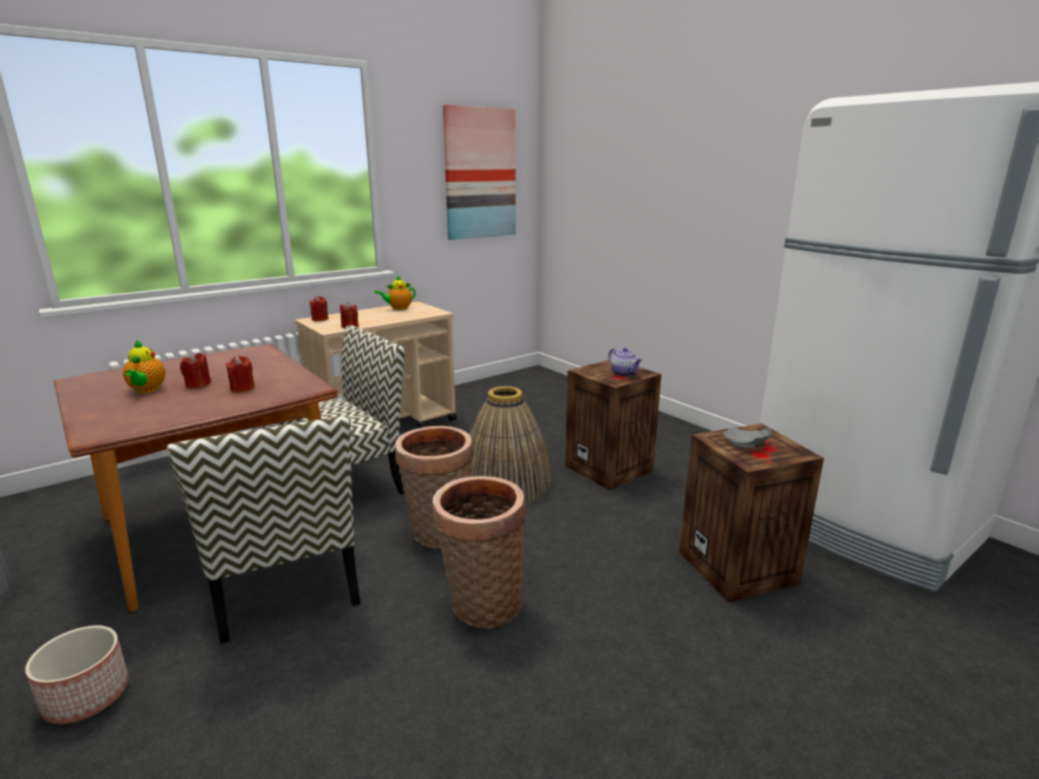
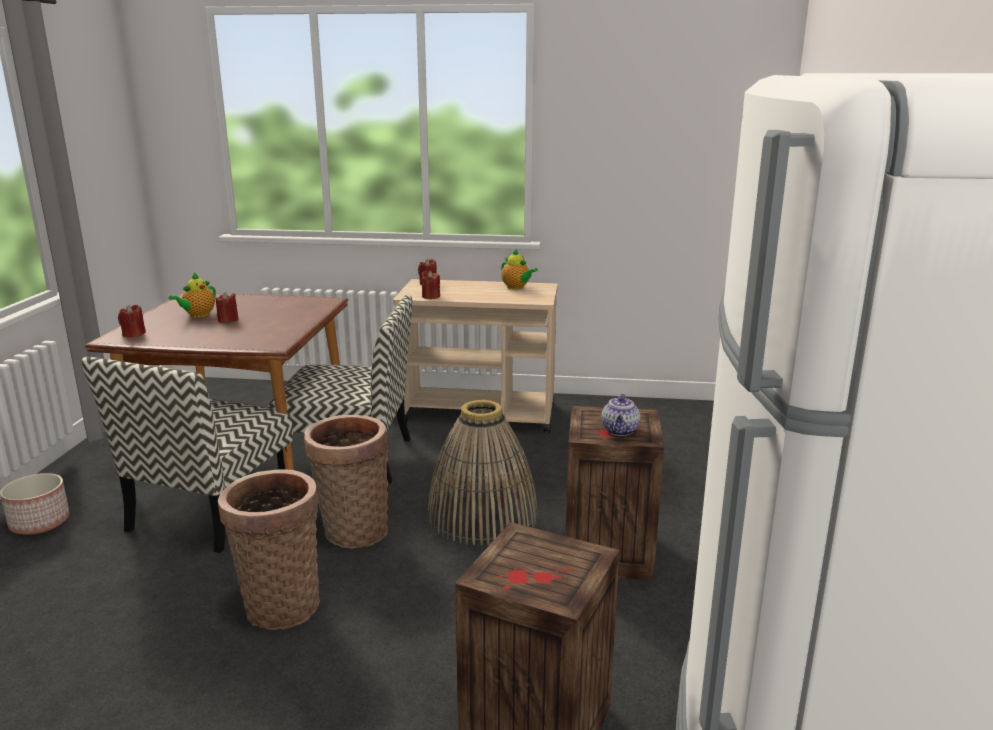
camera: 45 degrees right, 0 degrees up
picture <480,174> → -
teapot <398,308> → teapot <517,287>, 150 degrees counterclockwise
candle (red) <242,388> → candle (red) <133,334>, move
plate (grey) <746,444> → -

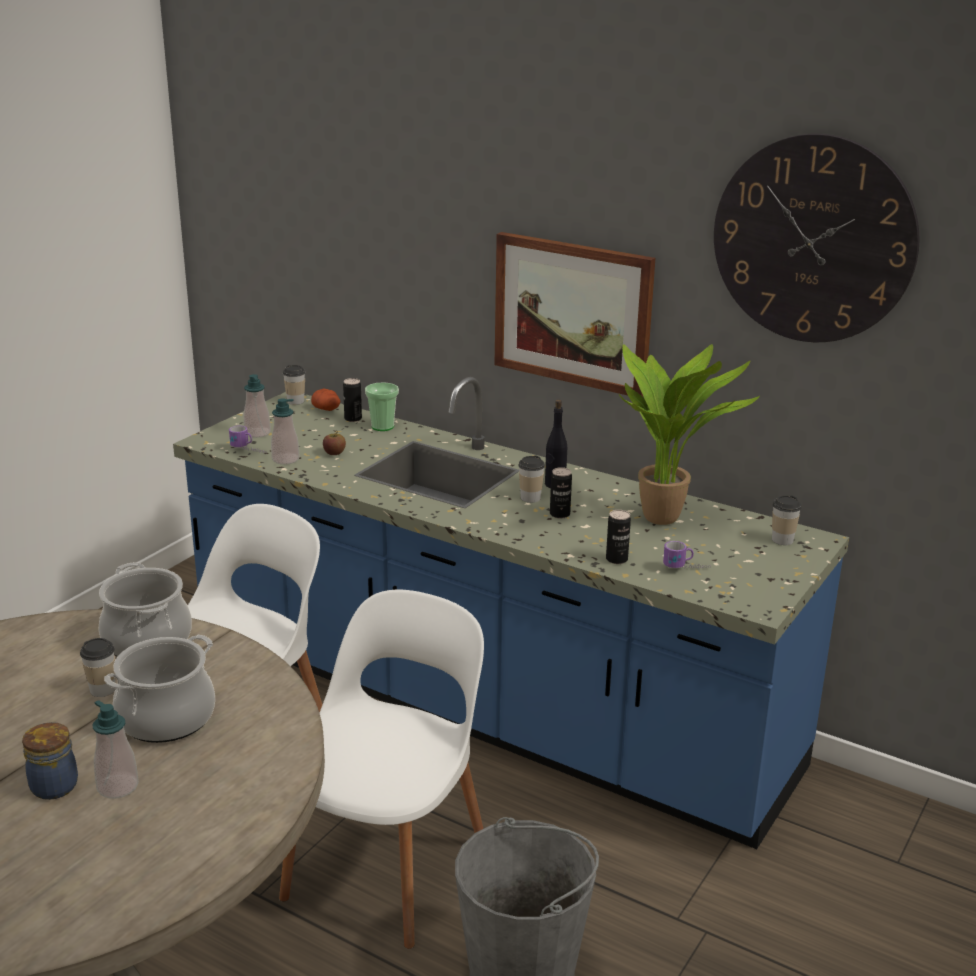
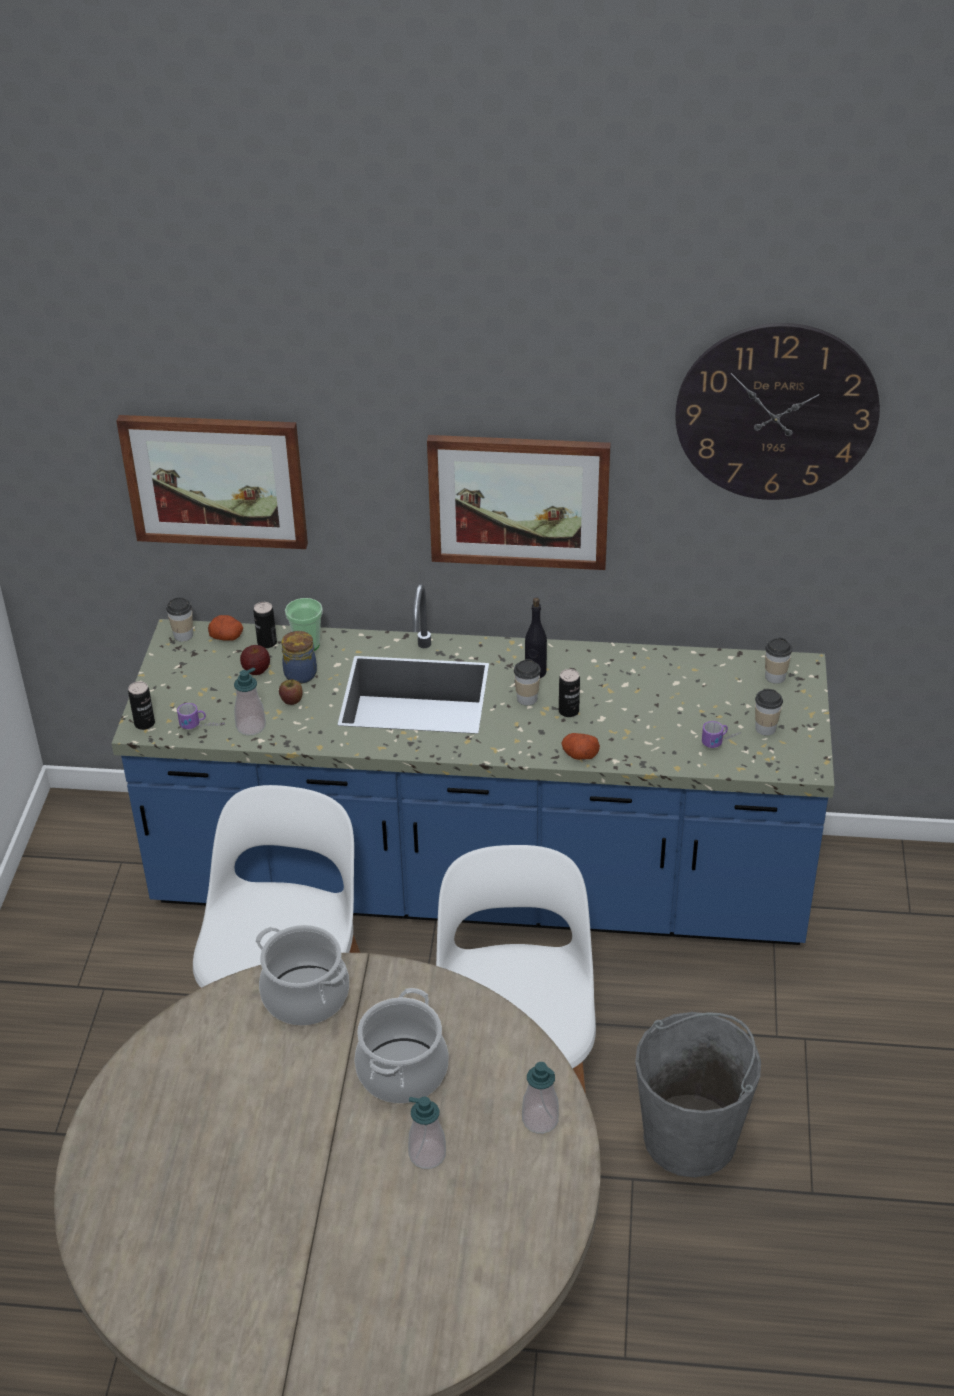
camera: 25 degrees left, 15 degrees up
potted plant <667,518> → -
soap dispenser <257,433> → soap dispenser <540,1120>, move
can <616,559> → can <144,723>, move
cup <102,689> → cup <765,728>, move
jar <55,785> → jar <299,673>, move
- → picture <215,480>
- → apple <256,671>
- → potato <579,754>

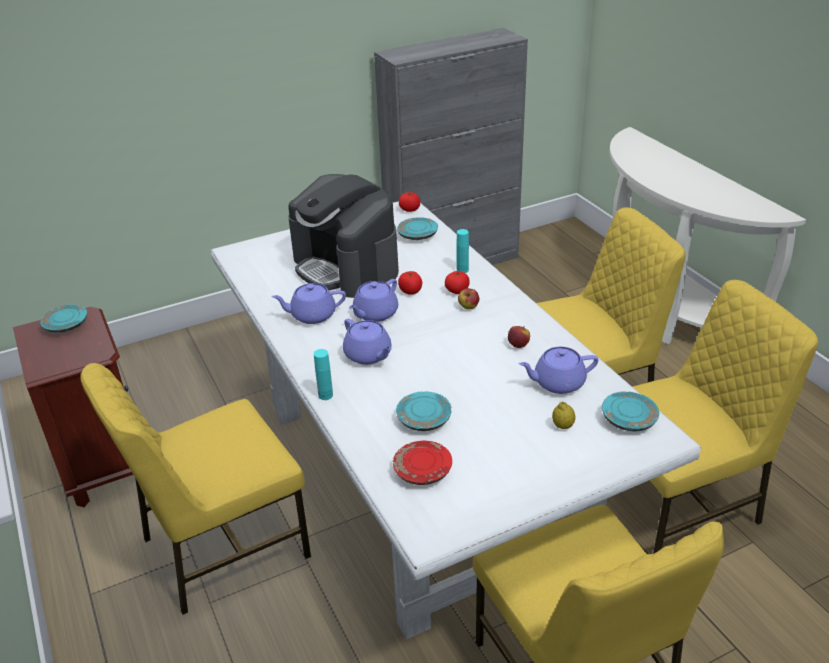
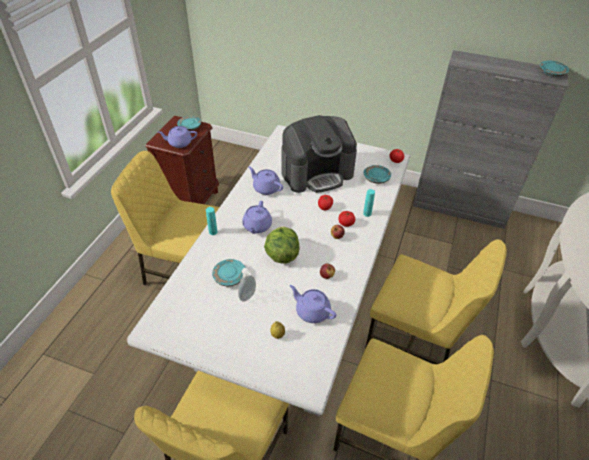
camera: 45 degrees right, 10 degrees up
coffee machine <346,267> → coffee machine <317,173>, 120 degrees counterclockwise
teapot (purple) <375,314> → teapot (purple) <179,143>, move
plate (turquoise) <629,419> → plate (turquoise) <552,73>, move
plate (red) <422,471> → -
- → lettuce <282,255>
- → soap dispenser <248,297>

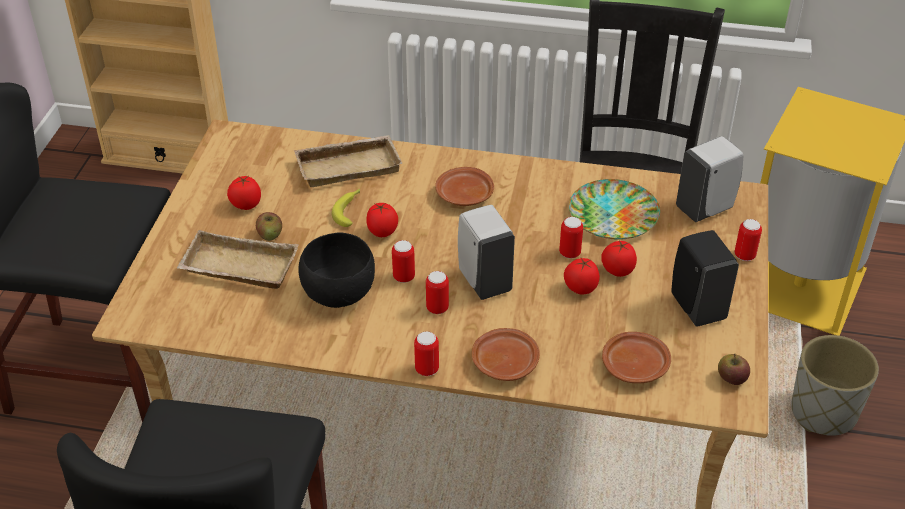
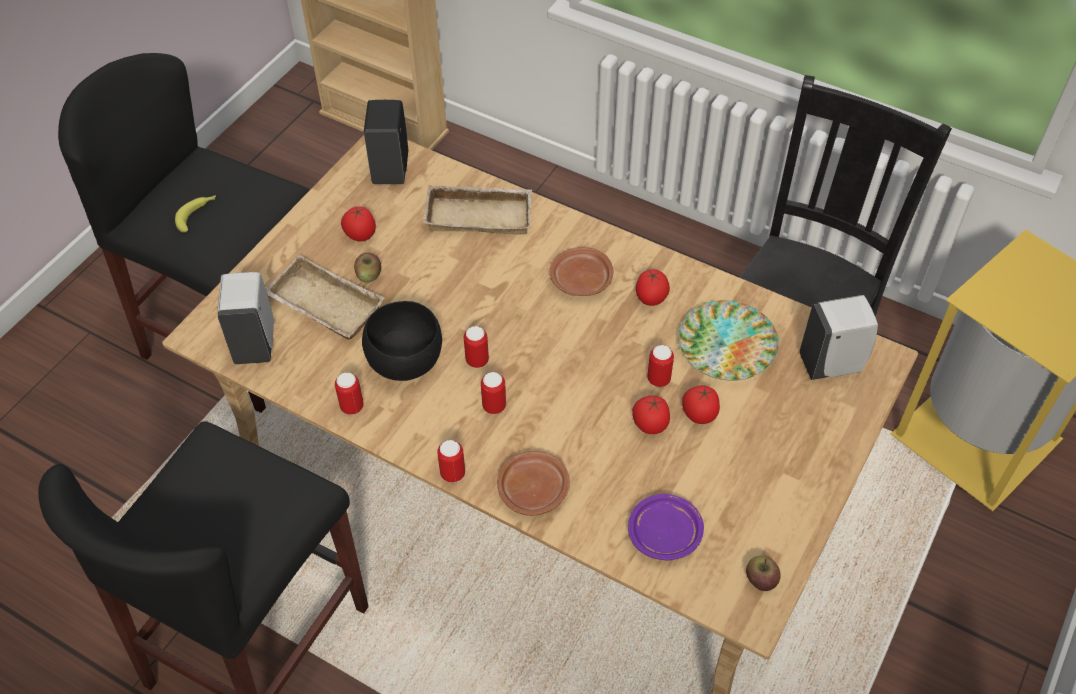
camera: 20 degrees right, 10 degrees up
banana <349,210> → banana <197,215>, move
tomato <382,233> → tomato <650,299>, move
soap dispenser (white) <483,280> → soap dispenser (white) <255,342>, move
can <744,255> → can <352,406>, move
soap dispenser (black) <696,306> → soap dispenser (black) <390,168>, move
plate (brown) <635,365> → plate (purple) <665,533>
planter (grey) <823,412> → -

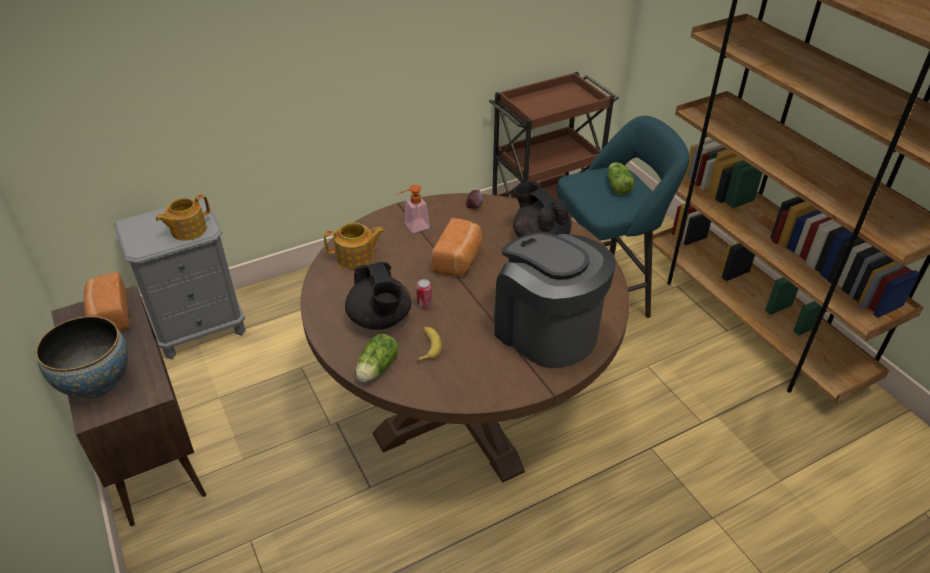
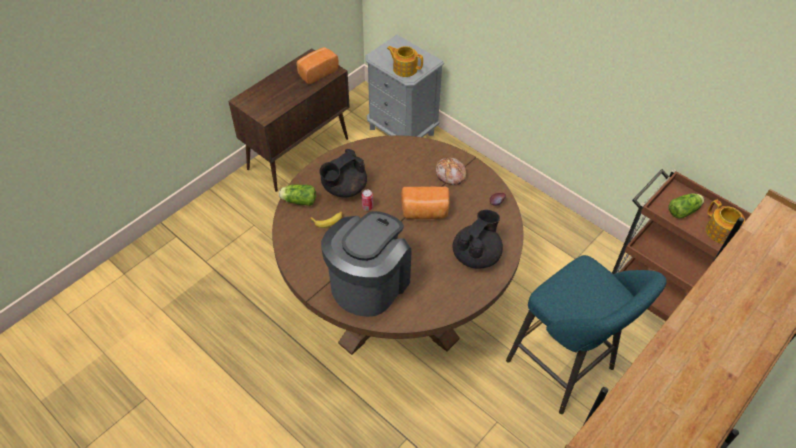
camera: 70 degrees right, 10 degrees up
lettuce <617,186> → lettuce <684,210>, move
soap dispenser <413,227> → bread <450,175>
teapot <356,257> → teapot <721,232>, move
bowl <97,383> → -

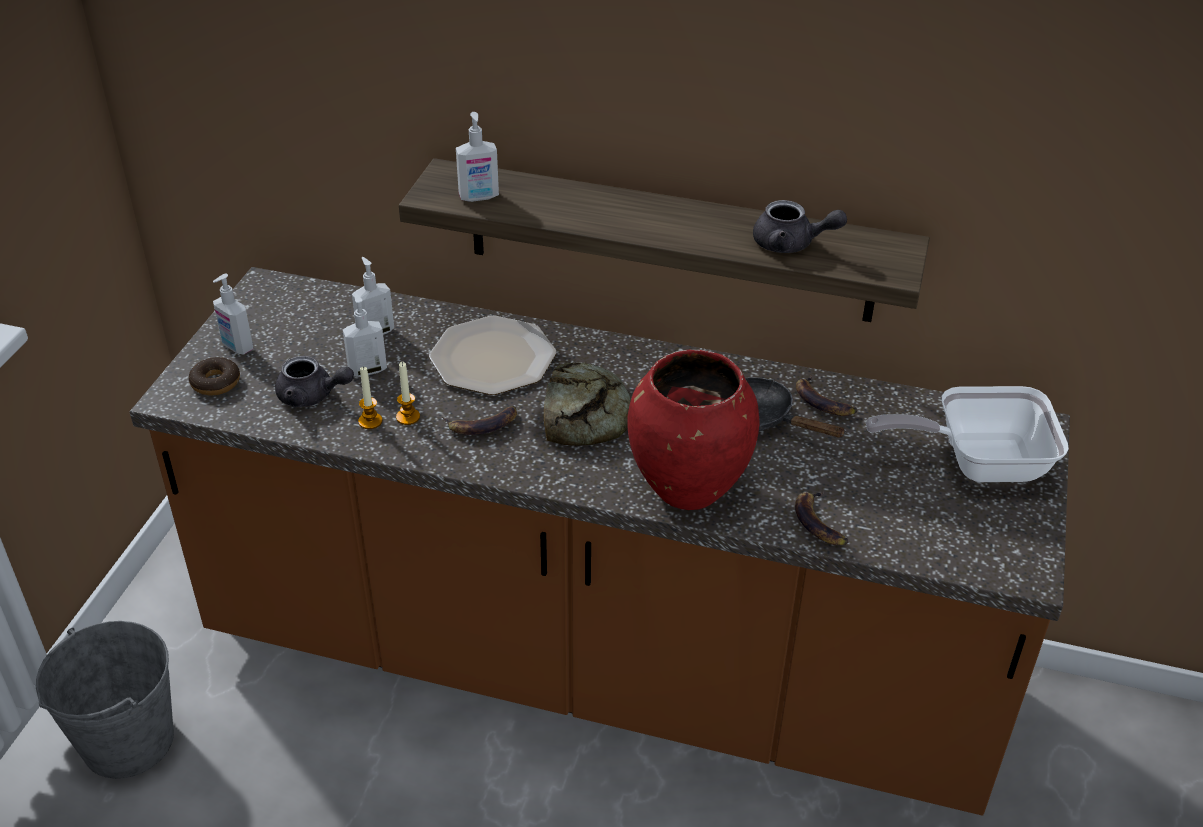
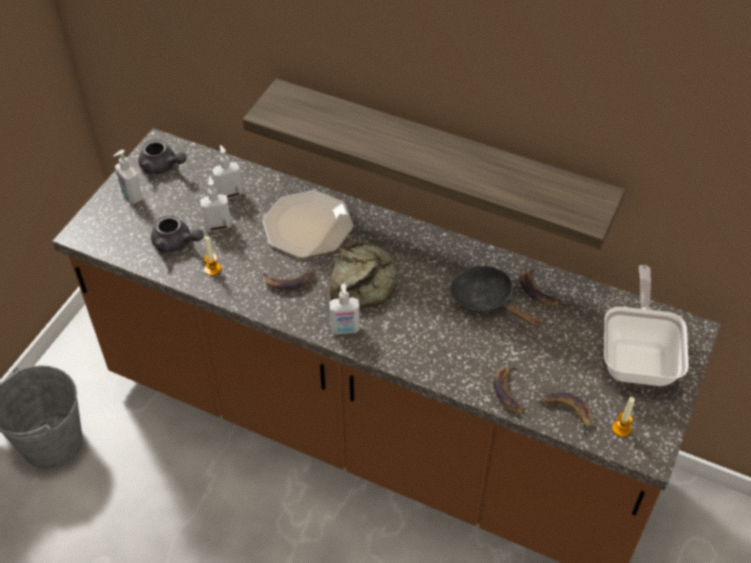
camera: 10 degrees right, 10 degrees up
soap dispenser <479,197> → soap dispenser <345,329>, move
teapot (grey) <791,244> → teapot (grey) <162,166>, move
vase (red) <686,489> → -
donut <215,383> → -
candle <408,417> → candle <621,428>, move
frying pan <977,462> → frying pan <638,356>, 90 degrees clockwise
- → banana <566,412>

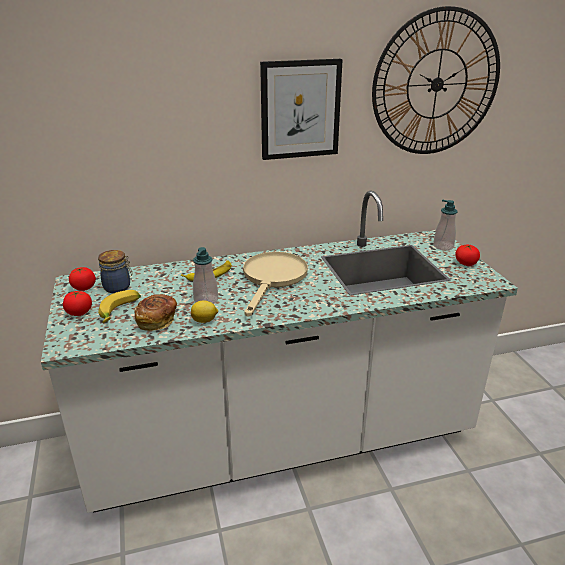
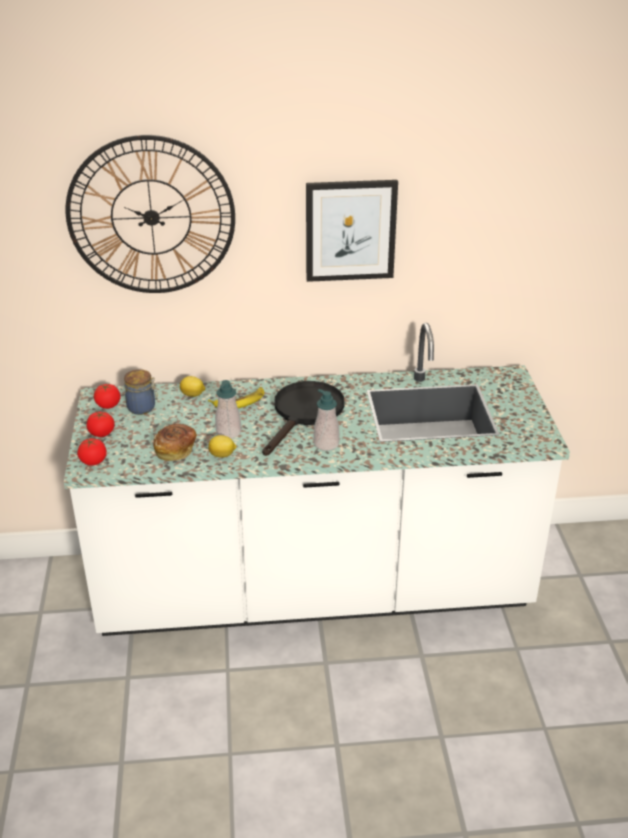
camera: 10 degrees right, 5 degrees up
wall clock <436,84> → wall clock <151,217>, move
soap dispenser <443,246> → soap dispenser <326,444>, move
tomato <466,263> → tomato <93,461>, move
frying pan (beige) <273,279> → frying pan (black) <304,413>
banana <120,312> → -
- → lemon <193,395>

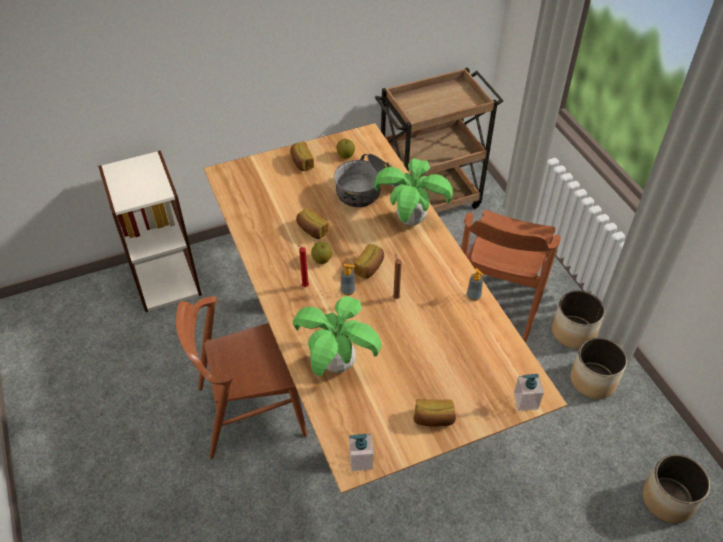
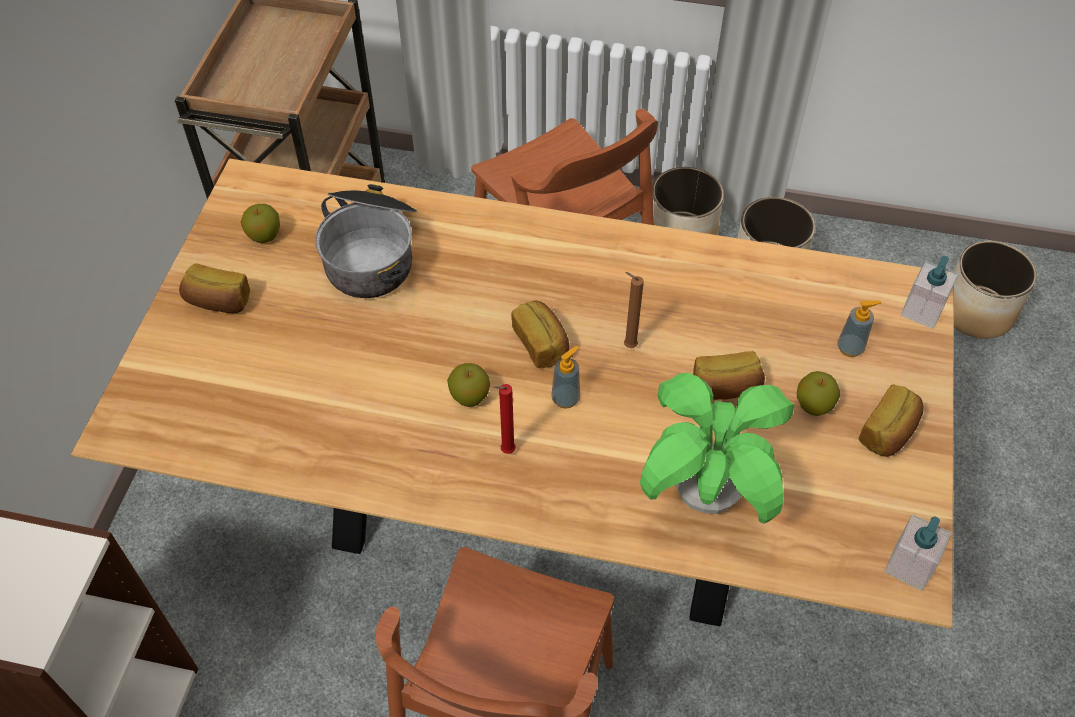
camera: 55 degrees left, 5 degrees up
potted plant <411,220> → -
bread <312,230> → bread <725,388>, move
soap dispenser <473,296> → soap dispenser <850,348>, move
- → apple <814,405>

